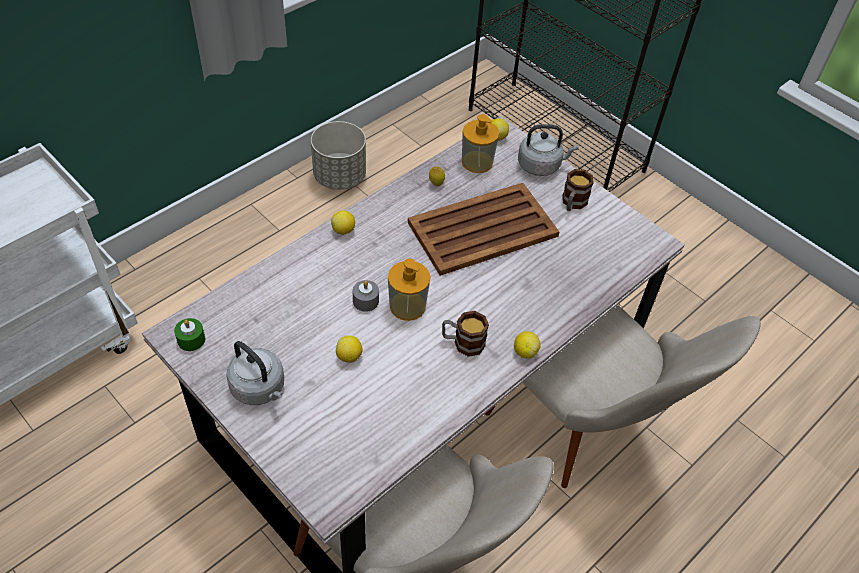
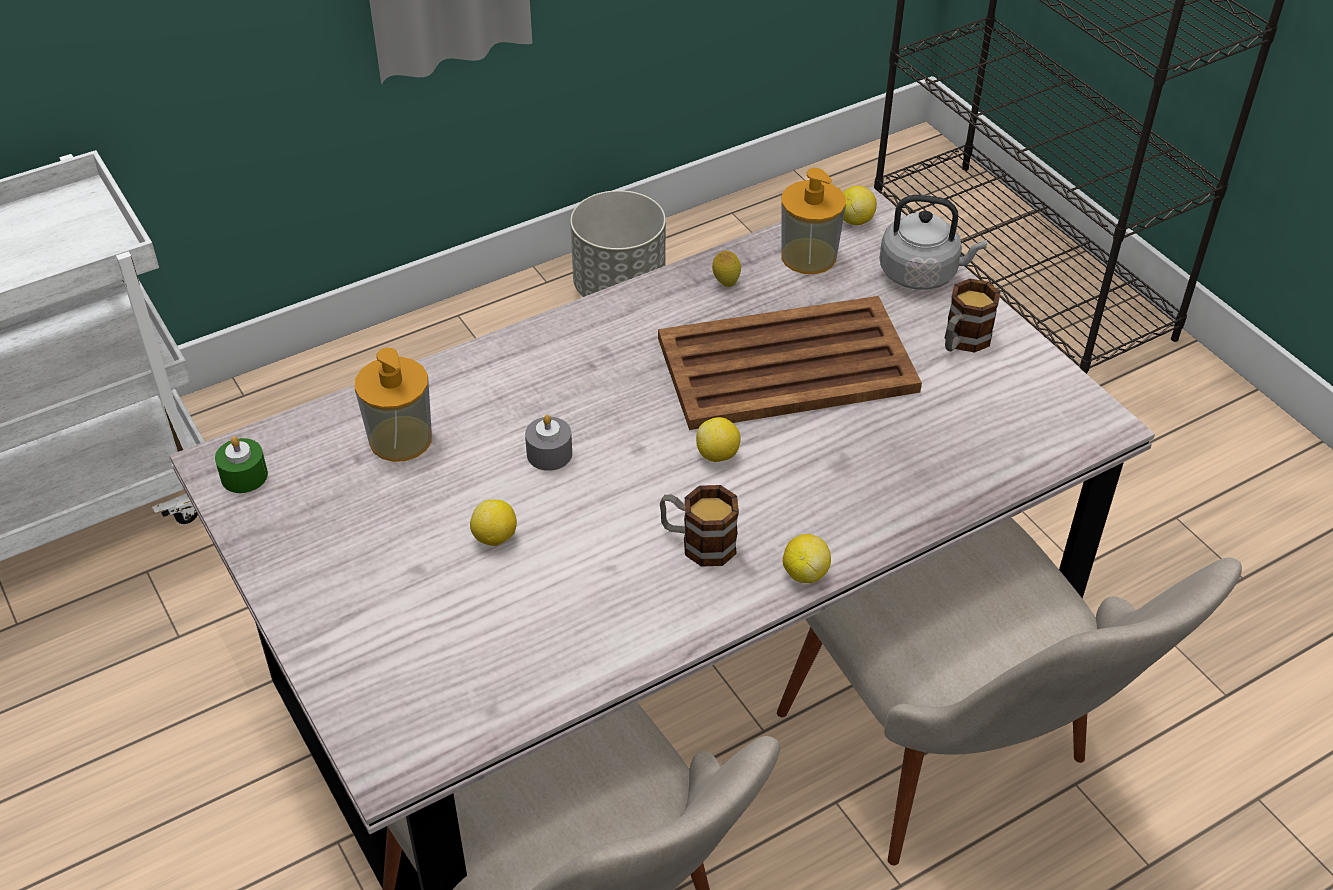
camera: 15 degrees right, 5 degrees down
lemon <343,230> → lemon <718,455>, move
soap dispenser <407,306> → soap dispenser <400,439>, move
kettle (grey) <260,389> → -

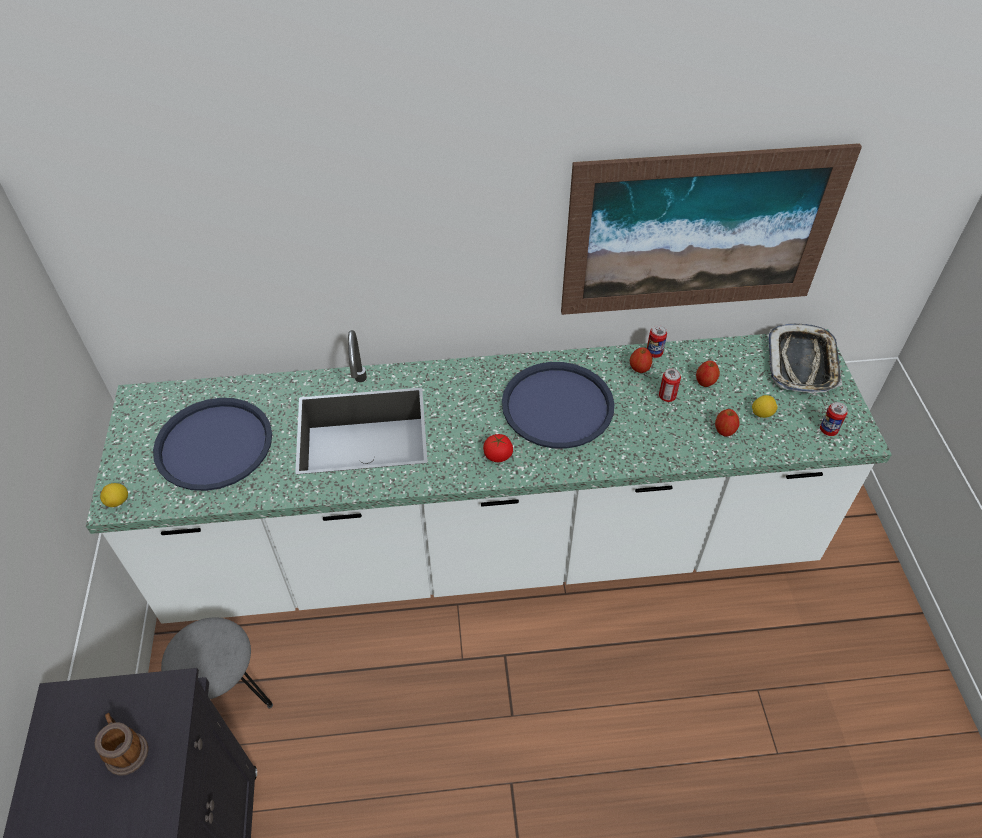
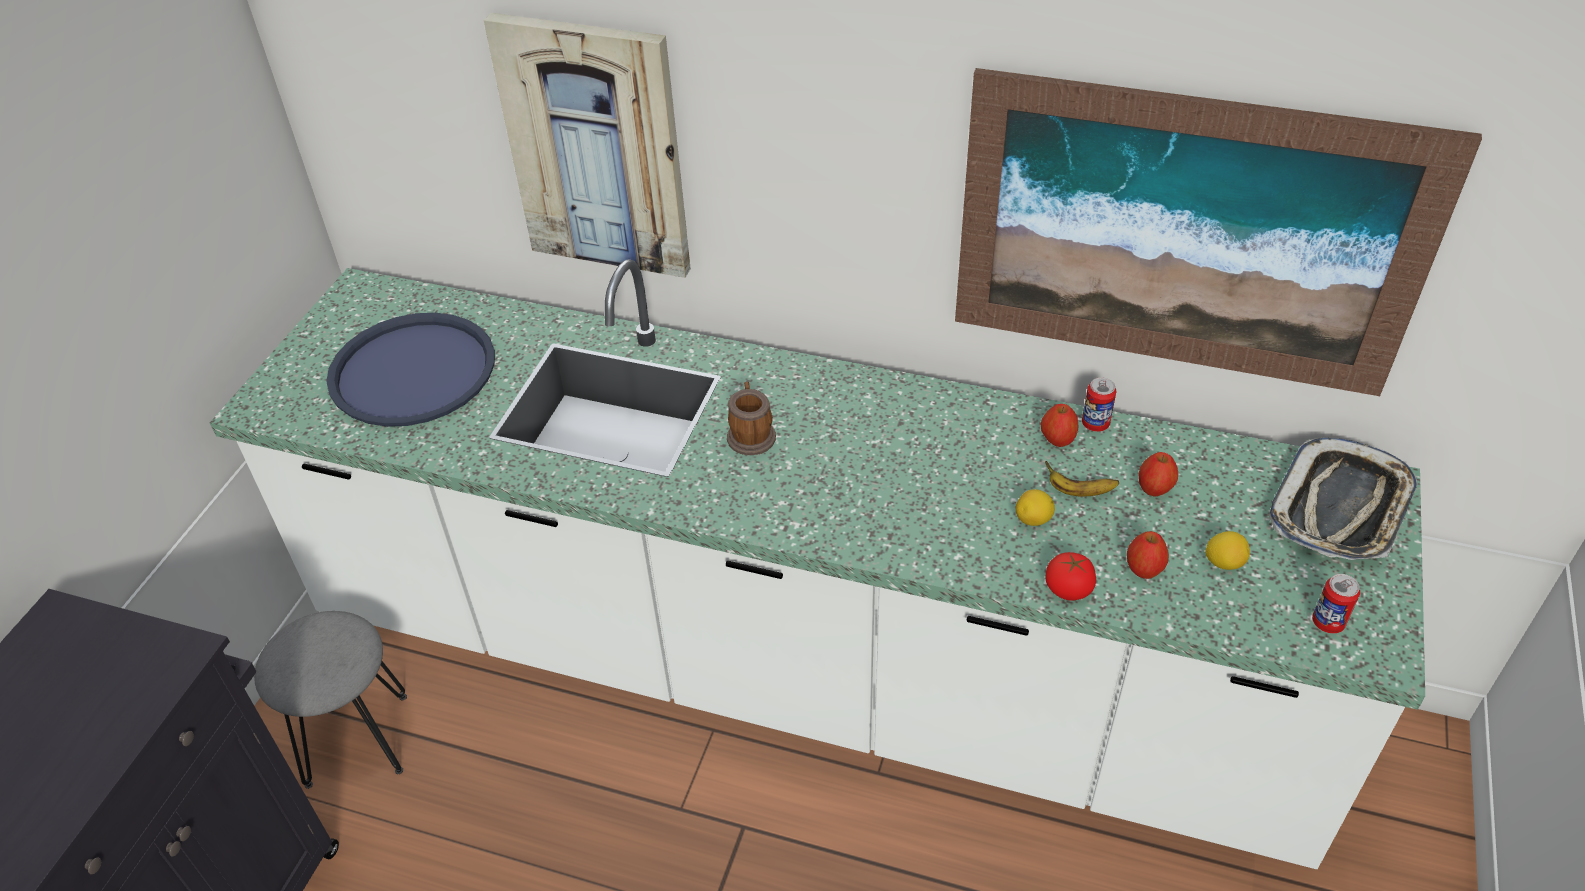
camera: 25 degrees right, 5 degrees down
tray (blue) <557,406> → -
can <667,396> → banana <1079,492>
tomato <498,455> → tomato <1068,589>, move
lemon <118,501> → lemon <1033,520>, move
mug <125,749> → mug <750,434>, move
- → picture <596,147>

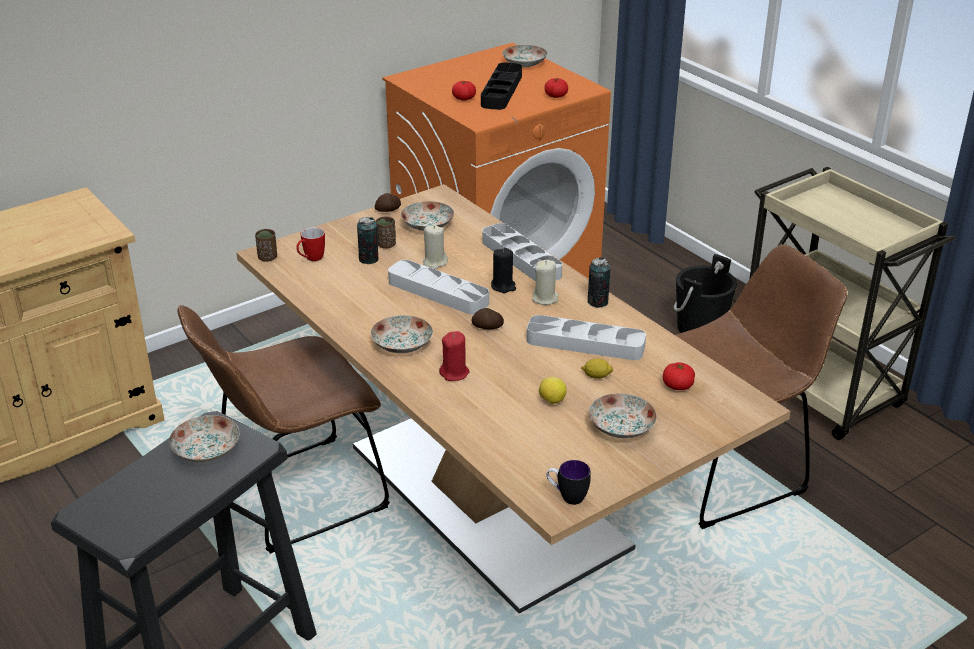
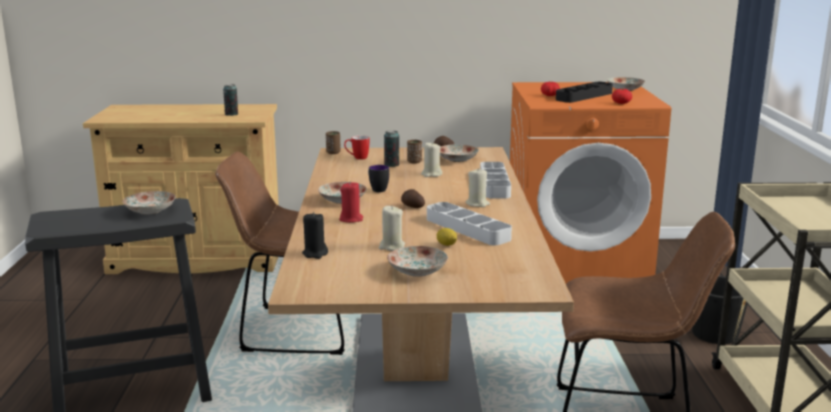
camera: 35 degrees right, 15 degrees down
candle (black) <503,286> → candle (black) <315,253>, move
can <597,302> → can <231,114>, move
tray (grey) <438,292> → -
tomato <677,386> → -
lemon <552,401> → candle (beige) <391,246>
mug <567,497> → mug <377,189>, move

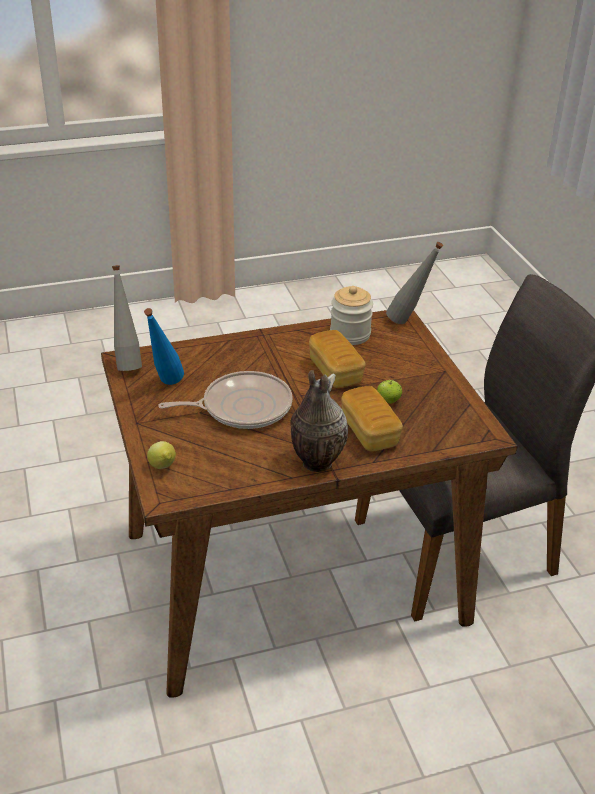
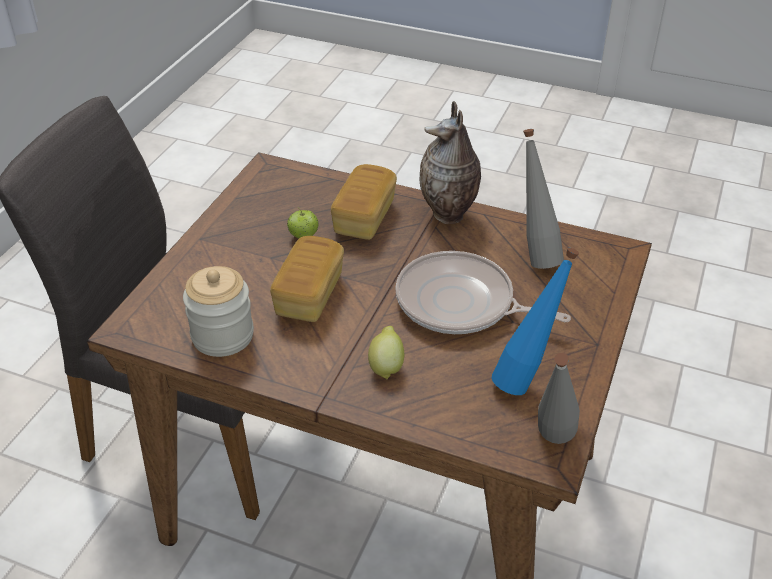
camera: 140 degrees left, 5 degrees up
bottle (grey) <409,322> → bottle (grey) <534,255>, move
lemon <163,467> → lemon <386,366>, move

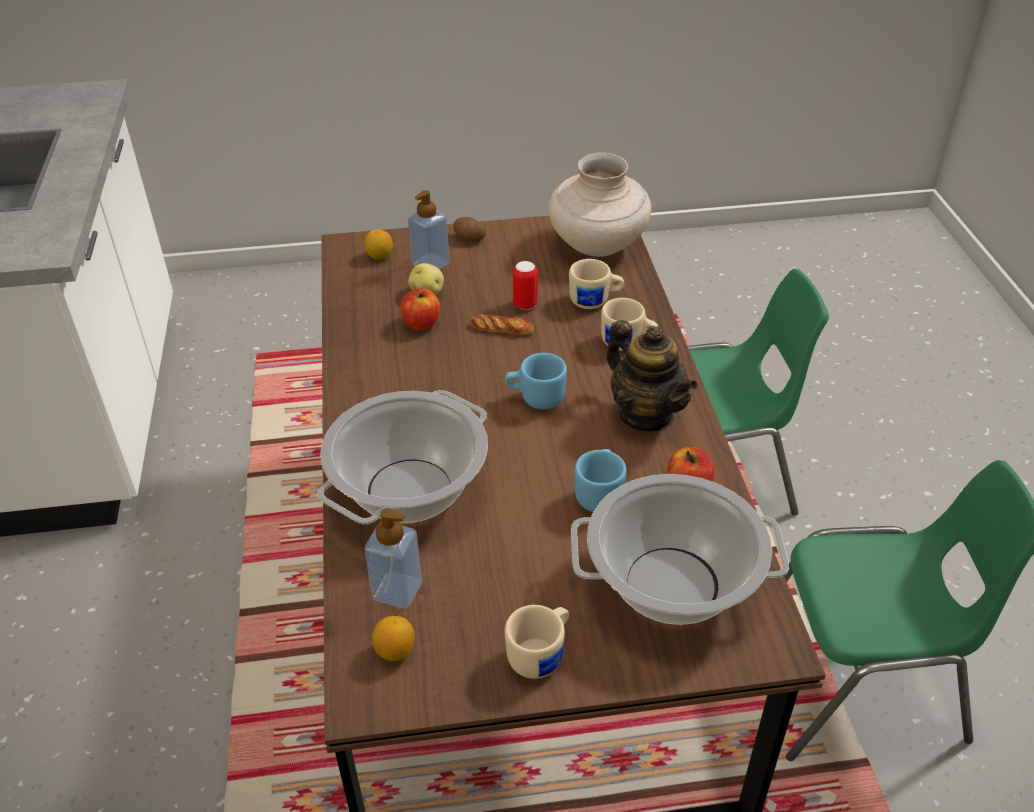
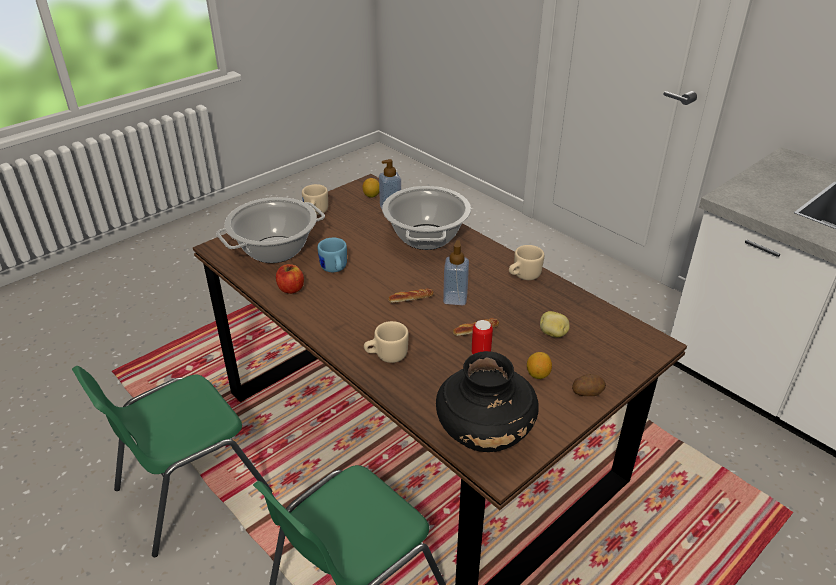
camera: 145 degrees right, 5 degrees down
vase (beige) <597,246> → vase (black) <484,434>
soap dispenser <430,264> → soap dispenser <455,298>, move
lemon <380,256> → lemon <537,374>, move
mug (beige) <595,301> → mug (beige) <523,276>, move
apple <421,323> → -
teapot <646,414> → -
mug (blue) <535,398> → bread <411,299>

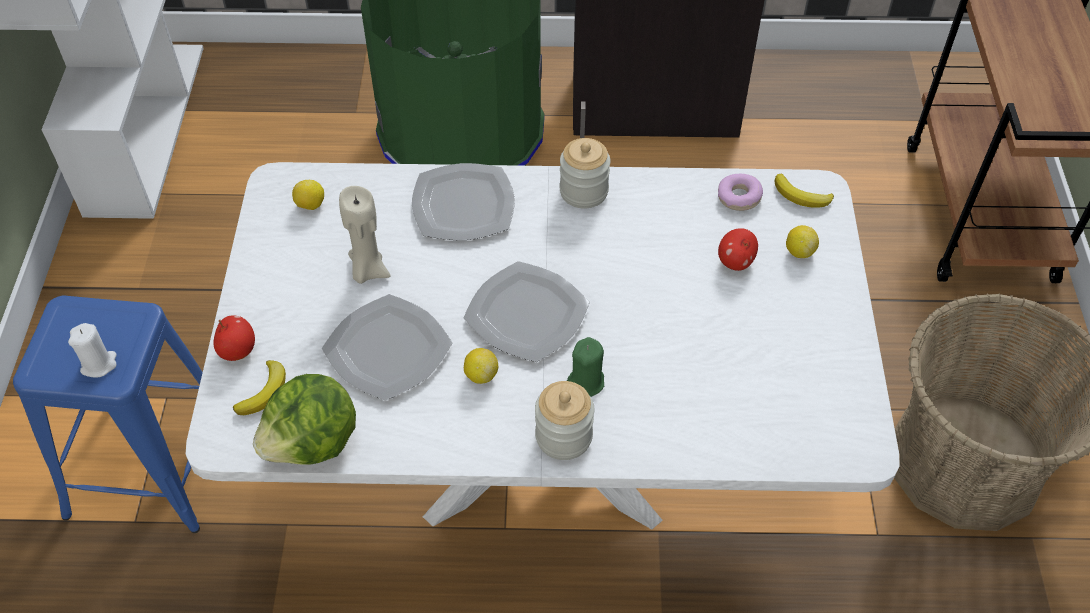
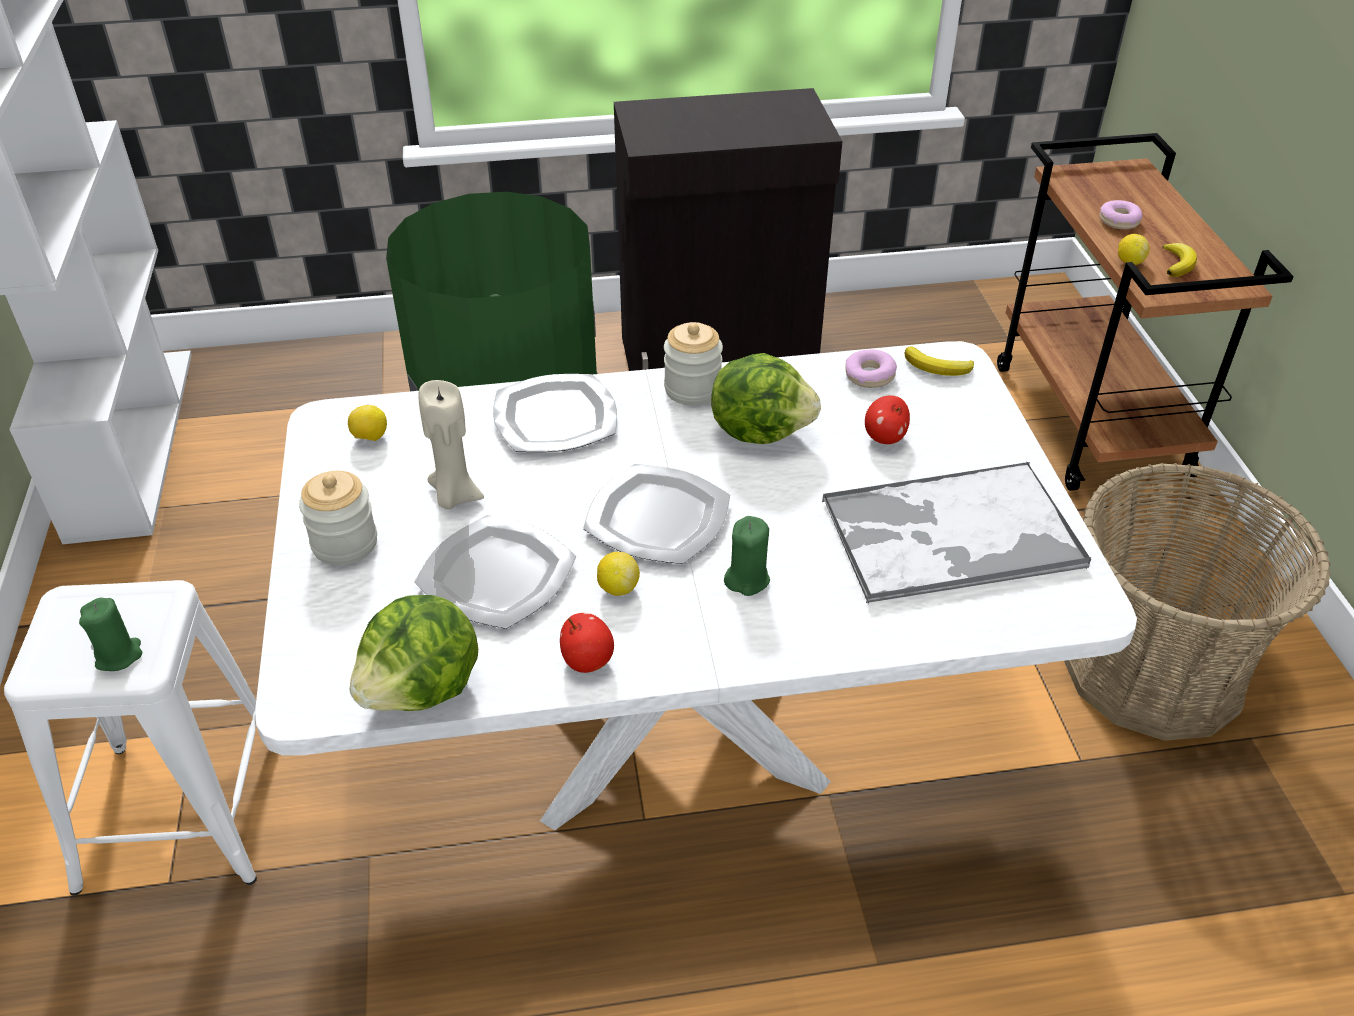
camera: 10 degrees left, 10 degrees down
lemon <799,251> → lemon <1129,262>, move
stool (blue) <151,464> → stool (white) <183,811>
apple <238,350> → apple <587,660>, move
candle (white) <99,364> → candle (green) <119,655>
banana <264,391> → banana <1178,263>, move
jar <563,436> → jar <345,543>, move
- → donut <1119,221>
- → lettuce <760,430>
- → tray <949,534>

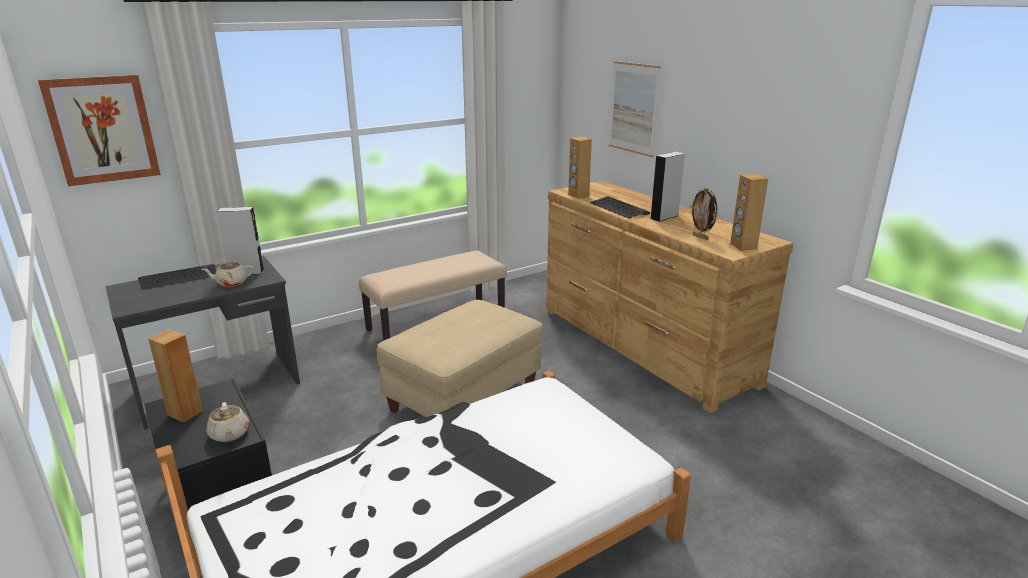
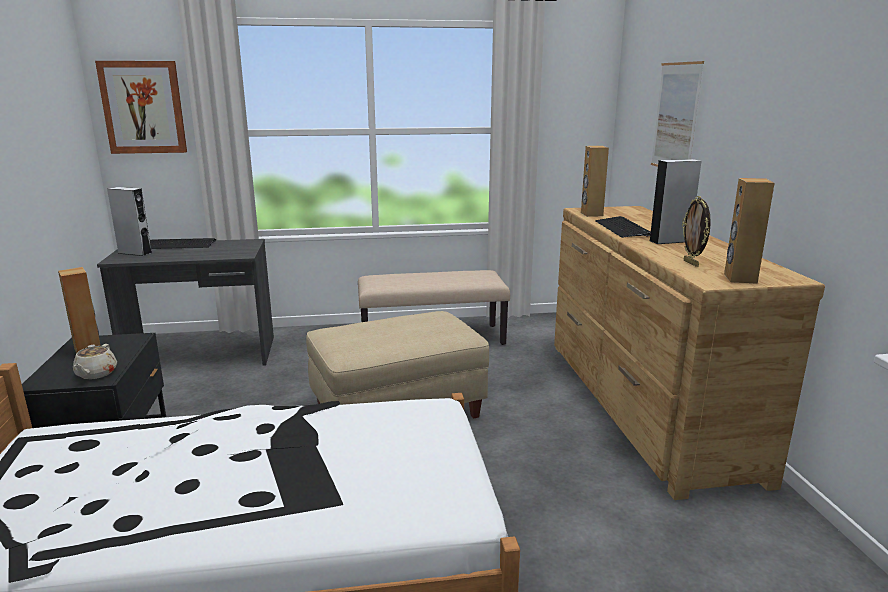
camera: 25 degrees right, 5 degrees down
speaker (grey) <246,272> → speaker (grey) <135,253>, move
teapot (beige) <231,283> → -

